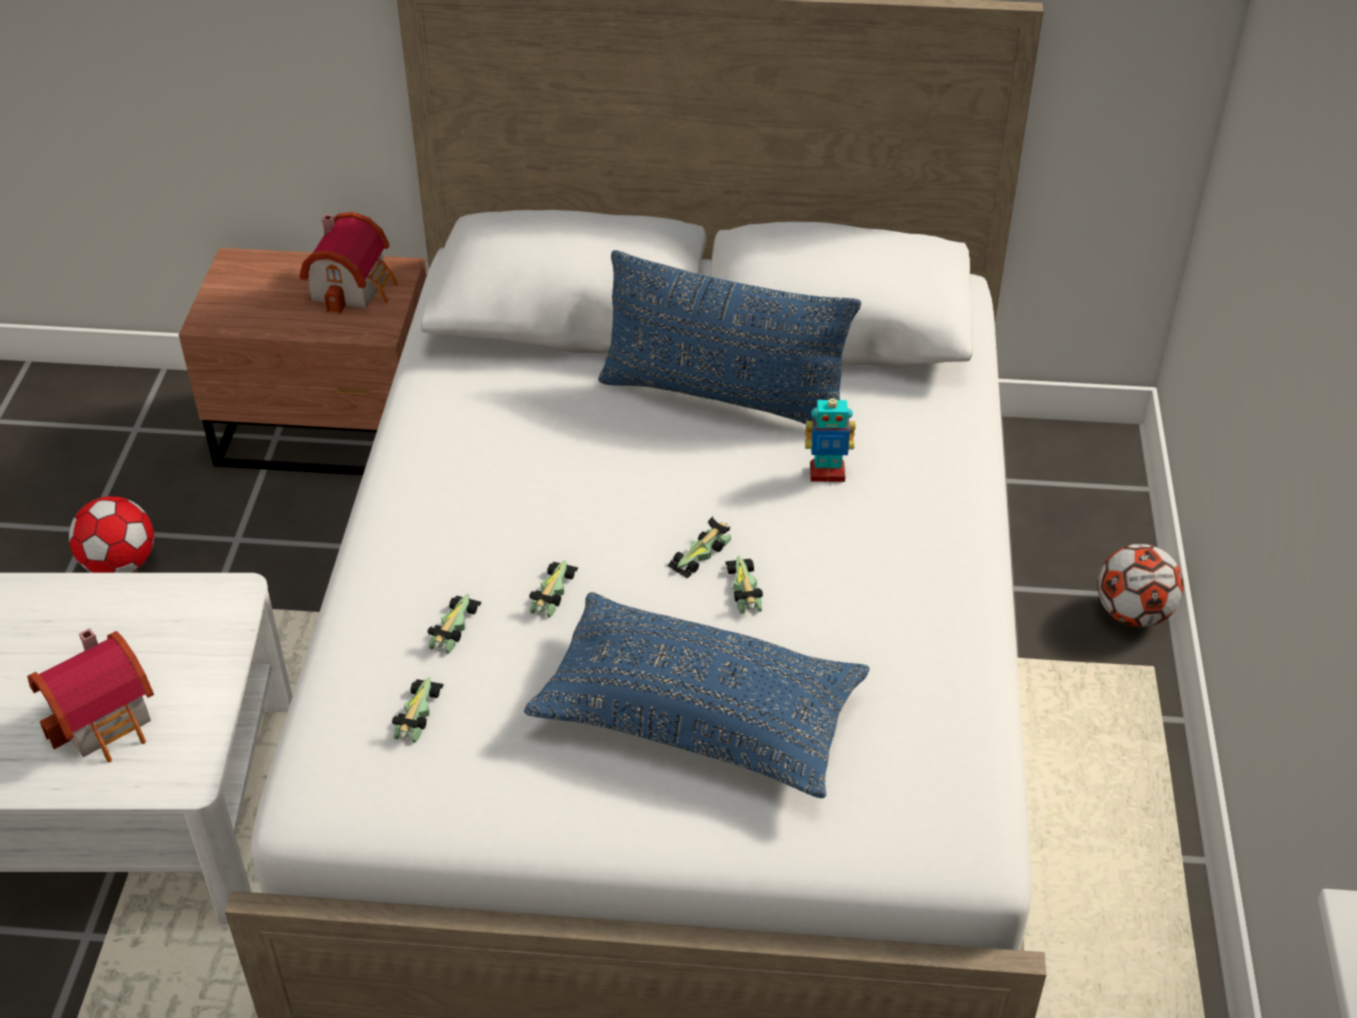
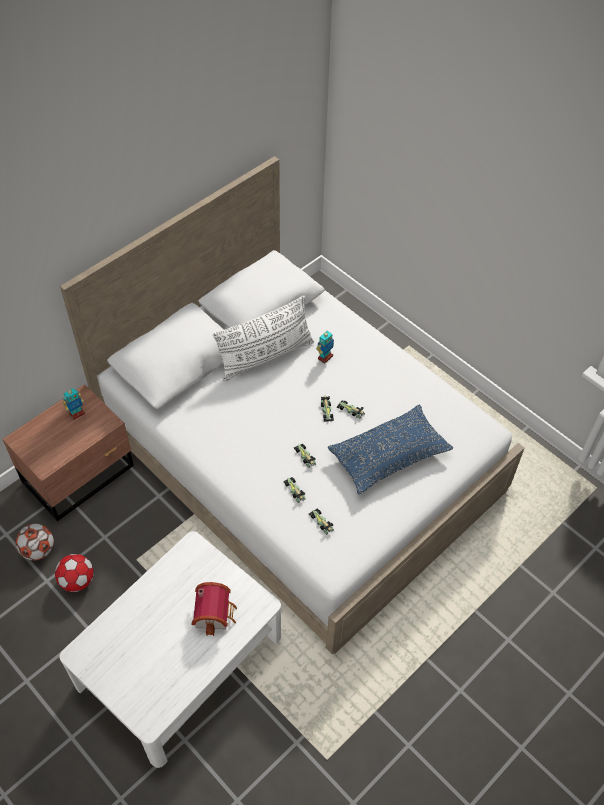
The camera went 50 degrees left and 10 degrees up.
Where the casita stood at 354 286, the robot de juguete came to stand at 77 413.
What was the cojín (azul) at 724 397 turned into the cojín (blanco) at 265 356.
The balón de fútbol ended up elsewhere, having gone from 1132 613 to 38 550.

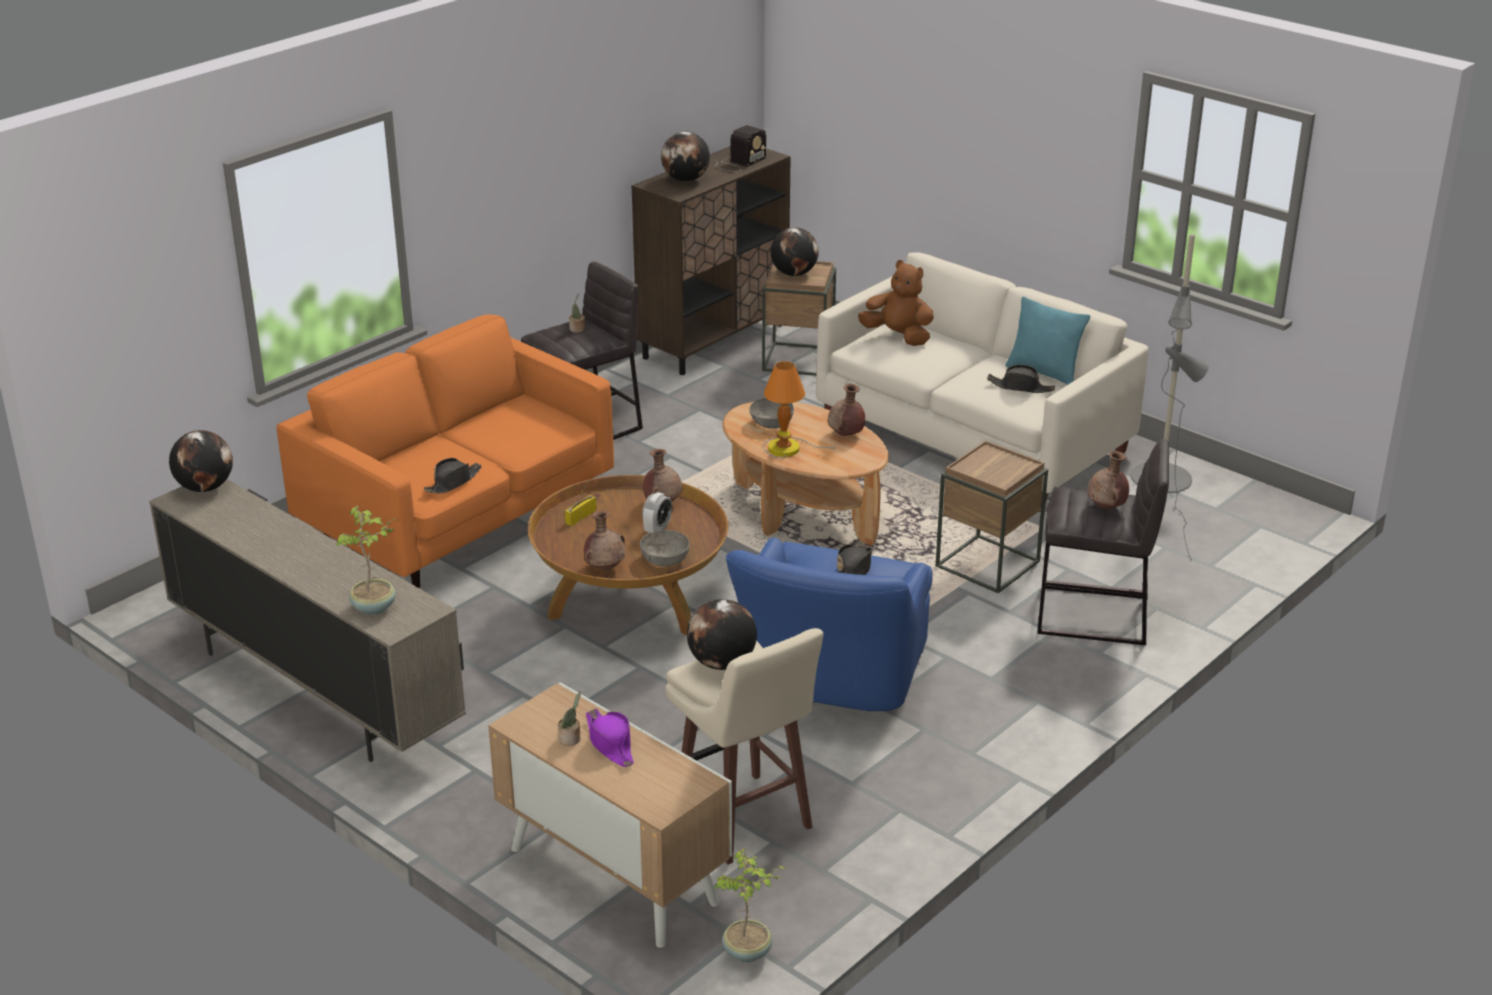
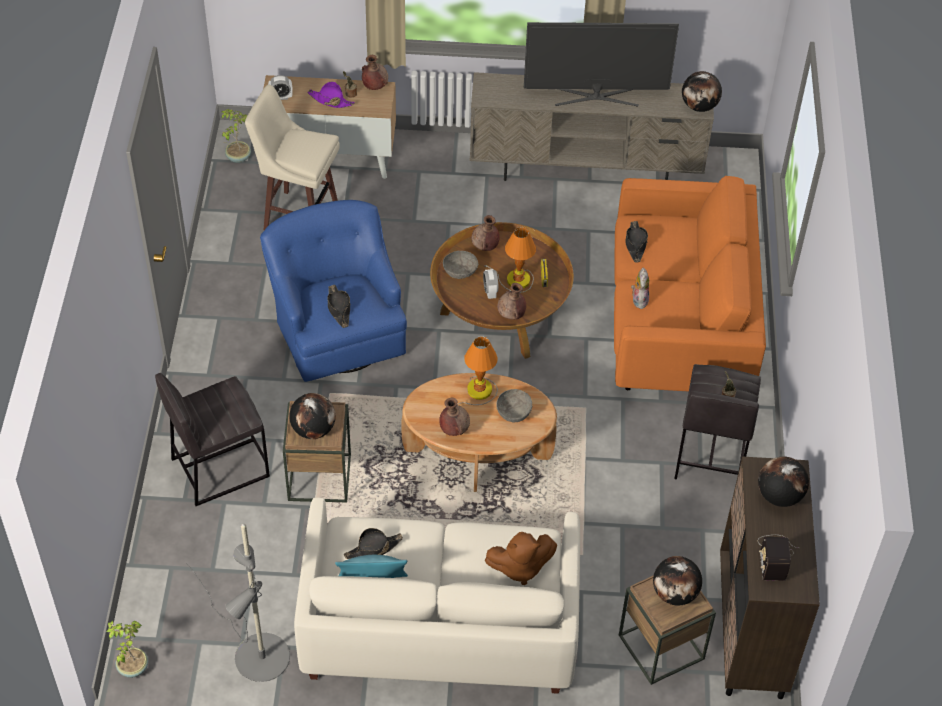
The camera went 140 degrees right and 20 degrees up.
The florero (marrón) ended up elsewhere, having gone from 1106 507 to 374 86.
The planta en maceta ended up elsewhere, having gone from 375 608 to 132 667.
The globo terráqueo ended up elsewhere, having gone from 721 663 to 313 429.
The second view gained the televisor at 596 96.
The second view gained the despertador at 281 97.
The second view gained the lámpara de mesa at 515 280.
The second view gained the peluche at 639 300.

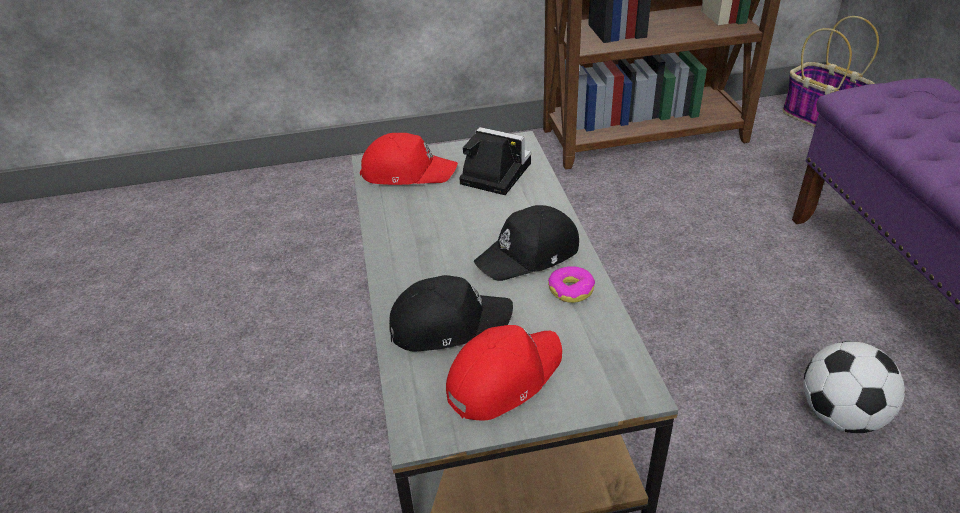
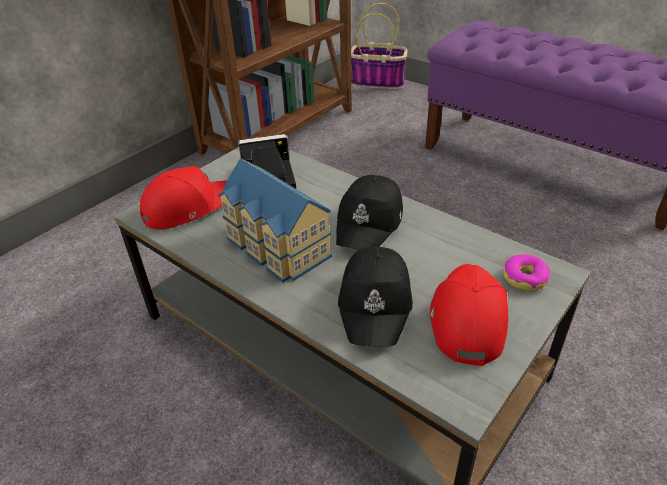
The camera went 40 degrees left and 0 degrees up.
The rosquilla ended up elsewhere, having gone from 571 290 to 525 278.
The gorra (negro) at 448 323 ended up facing another way, 150 degrees clockwise from before.
The second view lost the balón de fútbol at 841 415.
The second view gained the casita at 275 248.

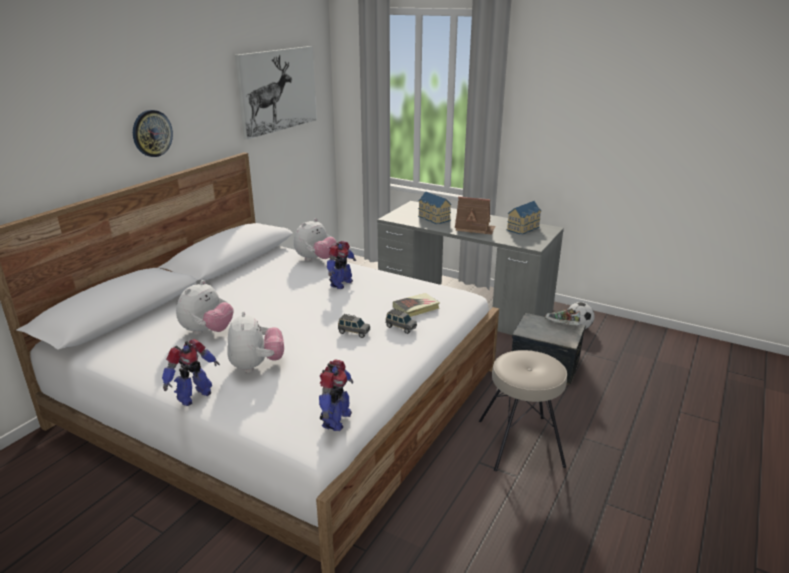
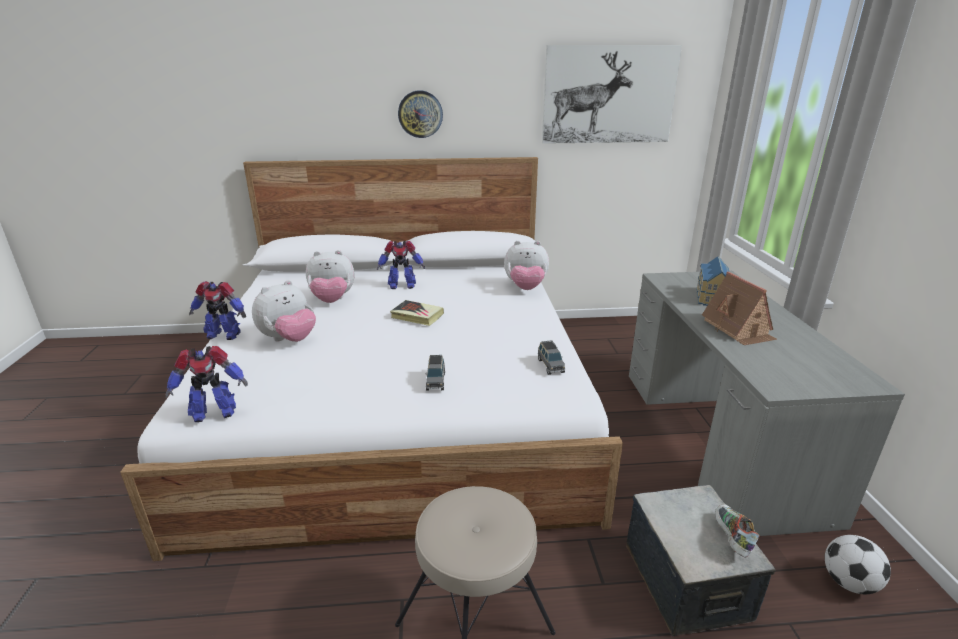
The camera went 55 degrees right and 0 degrees up.
The second view lost the casita at 524 228.
The robot de juguete ended up elsewhere, having gone from 340 284 to 401 285.
The libro ended up elsewhere, having gone from 416 308 to 417 316.
The coche de juguete (gris) ended up elsewhere, having gone from 353 332 to 550 366.

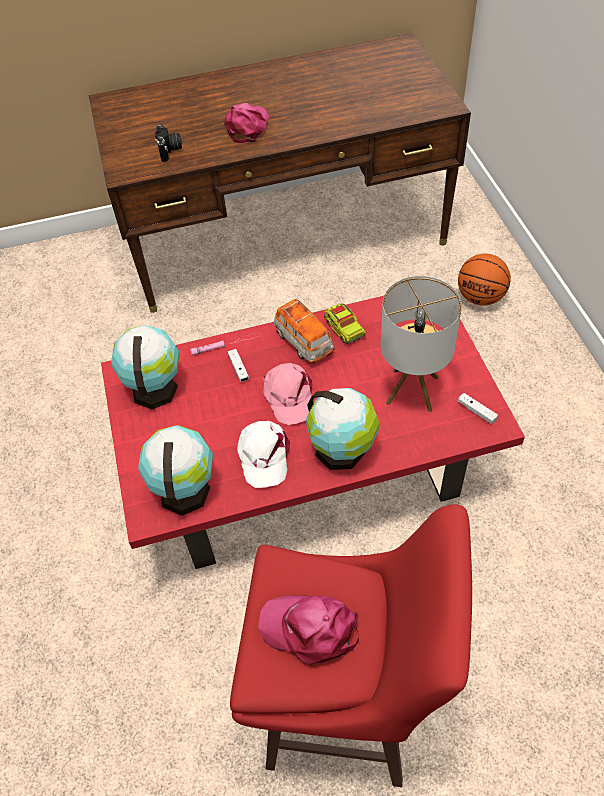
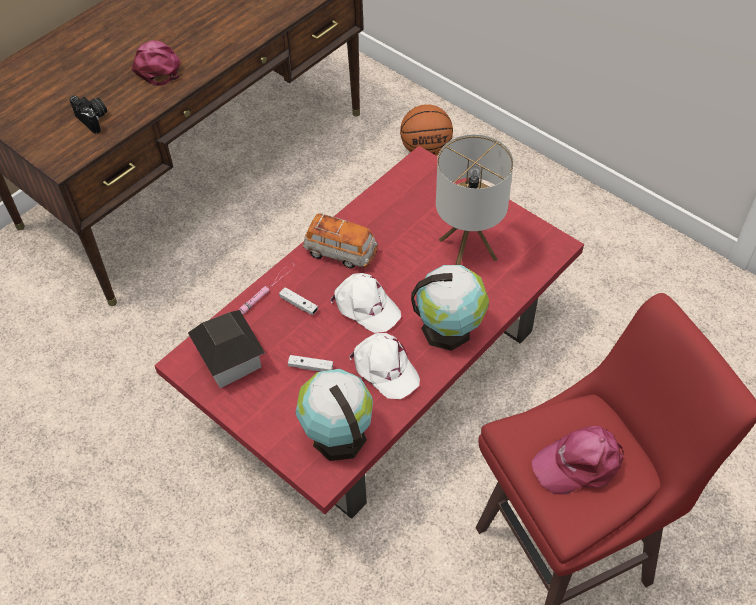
The camera went 35 degrees left and 0 degrees up.
The second view lost the camión de juguete at 344 329.
Where the globo terráqueo stood at 154 388, the casita came to stand at 231 361.
What was the gorra (rosa) at 289 396 turned into the gorra (blanco) at 365 306.
The mando de consola (blanco) ended up elsewhere, having gone from 476 411 to 310 367.

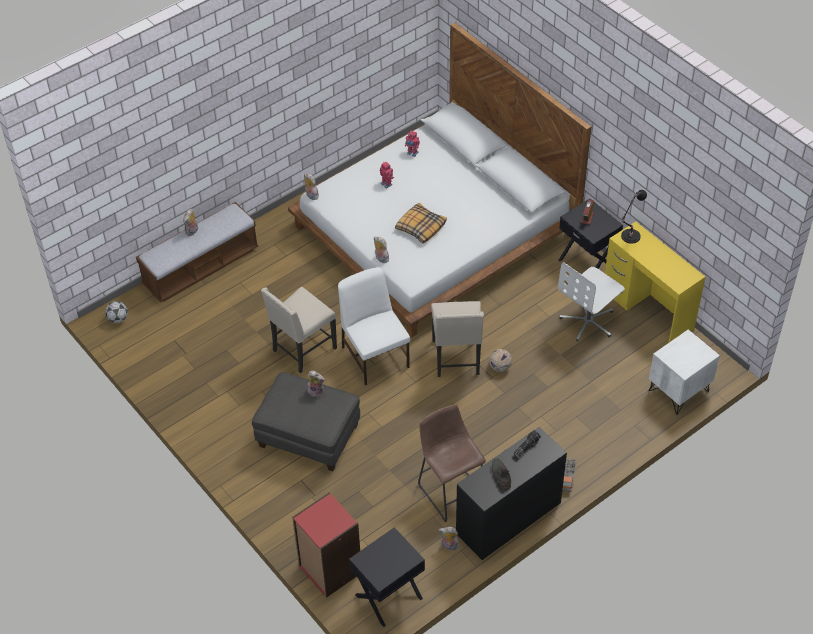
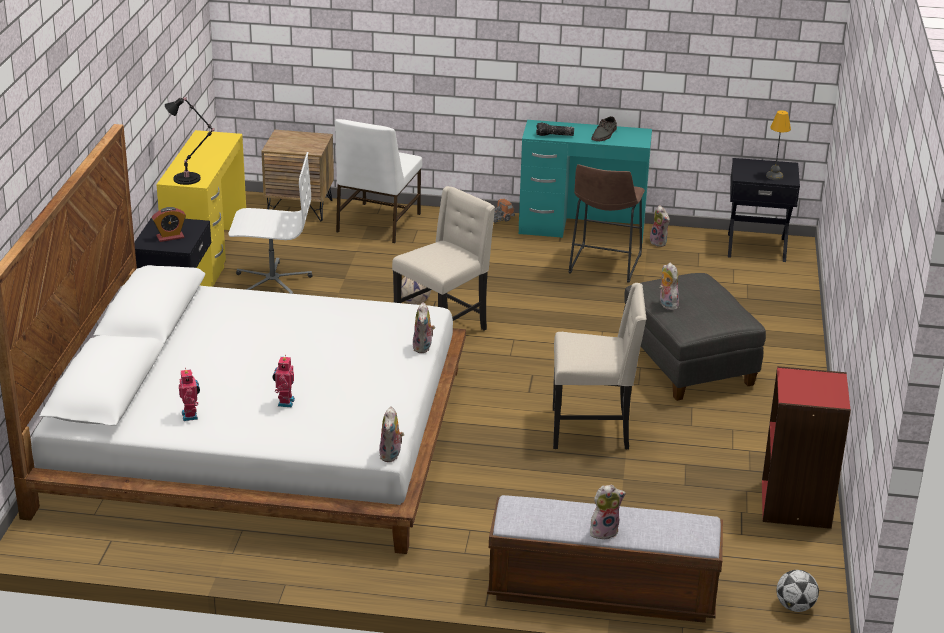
The camera went 135 degrees left and 20 degrees down.
The second view lost the cojín at 420 227.
The silla (blanco) ended up elsewhere, having gone from 375 356 to 377 223.
What was the mesita de noche (blanco) at 679 391 turned into the mesita de noche (marrón) at 300 208.
What was the escritorio (negro) at 508 518 turned into the escritorio (turquesa) at 582 229.
The estantería (rojo) ended up elsewhere, having gone from 329 569 to 797 504.
The second view gained the lámpara de mesa at 774 176.

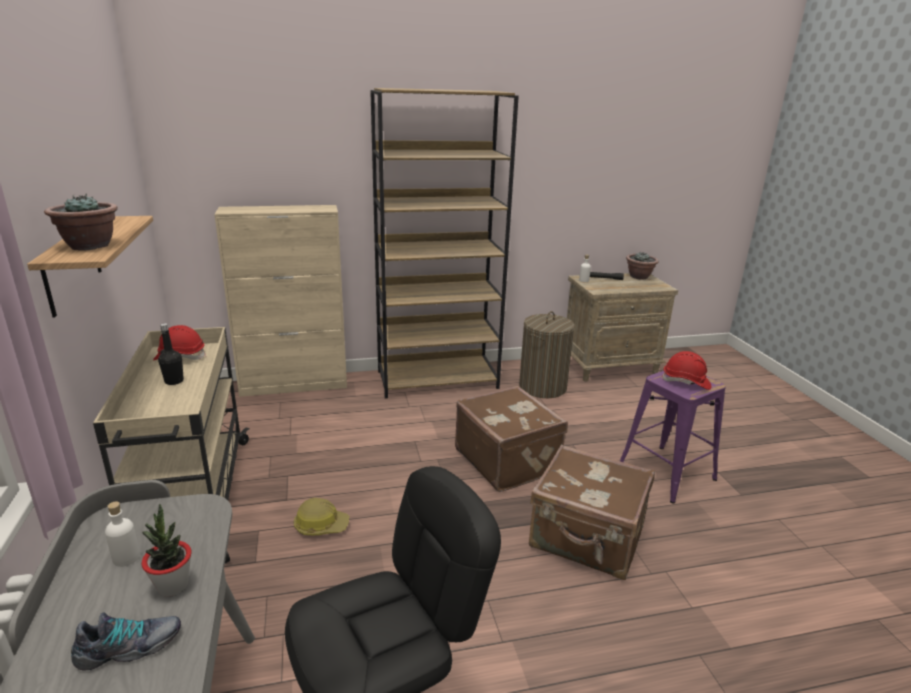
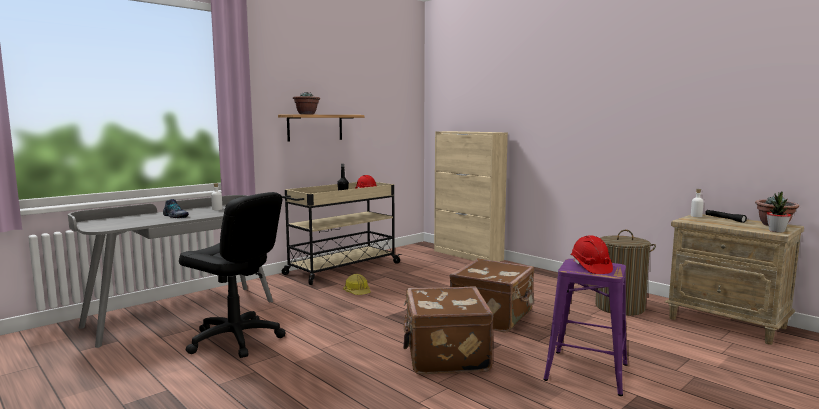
The camera went 60 degrees right and 15 degrees down.
The second view lost the estantería (marrón) at 438 379.
The planta en maceta ended up elsewhere, having gone from 173 585 to 776 231.

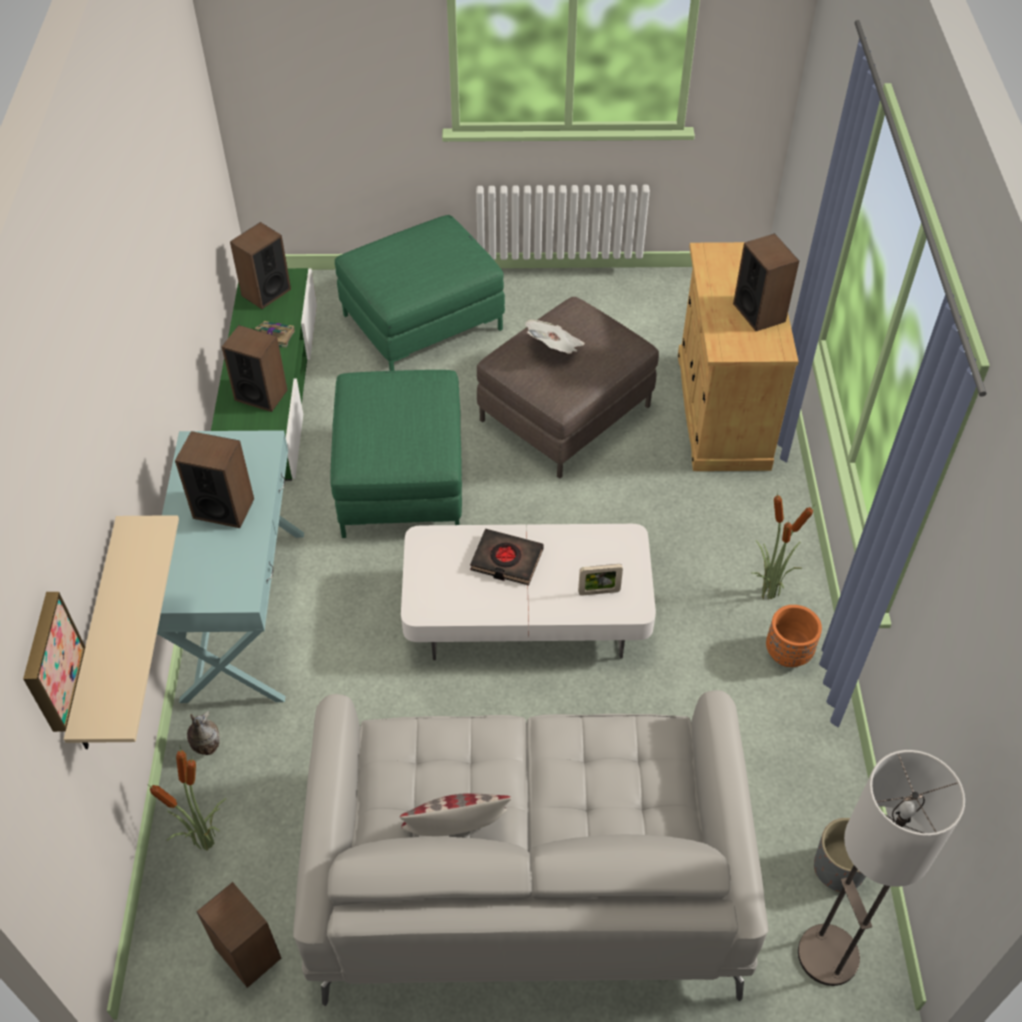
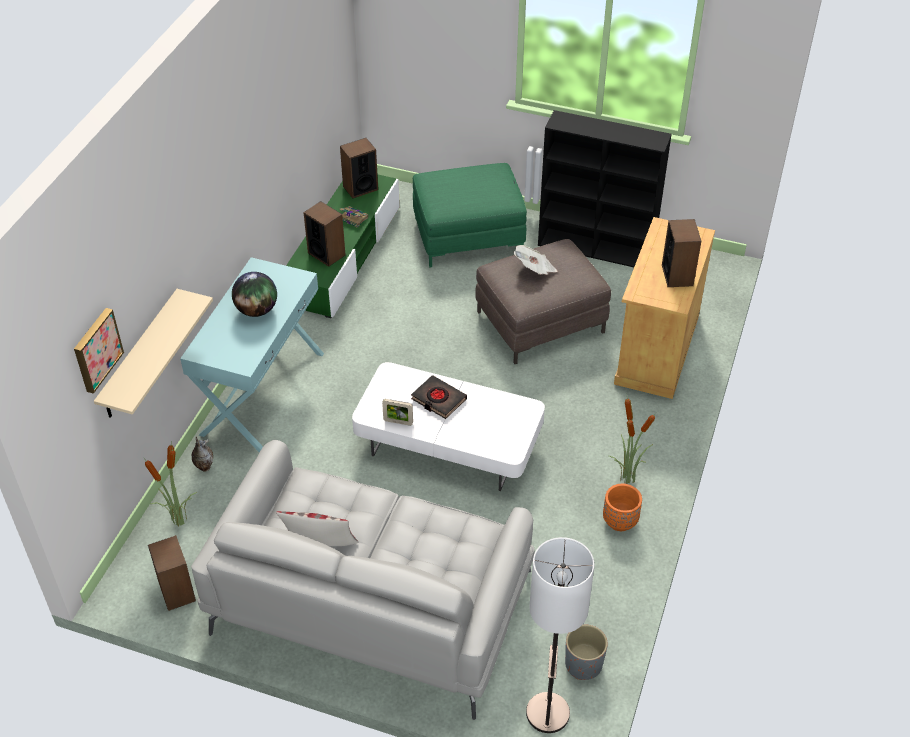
The camera went 20 degrees right and 5 degrees down.
The second view lost the puf (verde) at 400 480.
Where the altavoz stood at 223 508, the globo terráqueo came to stand at 257 310.
The portarretratos ended up elsewhere, having gone from 599 592 to 398 422.
The second view gained the estantería (negro) at 597 248.

